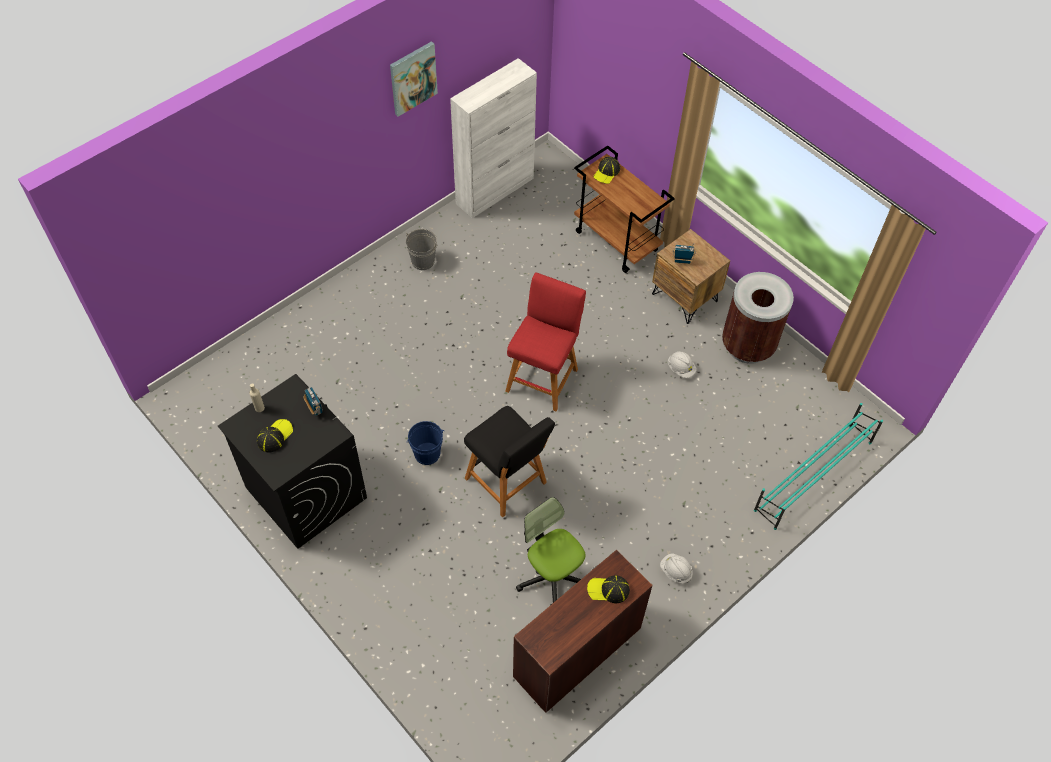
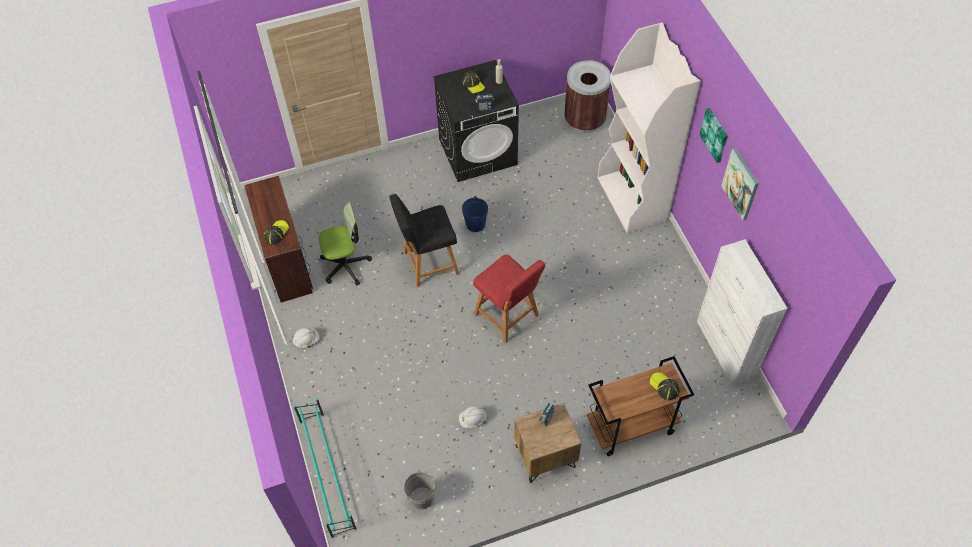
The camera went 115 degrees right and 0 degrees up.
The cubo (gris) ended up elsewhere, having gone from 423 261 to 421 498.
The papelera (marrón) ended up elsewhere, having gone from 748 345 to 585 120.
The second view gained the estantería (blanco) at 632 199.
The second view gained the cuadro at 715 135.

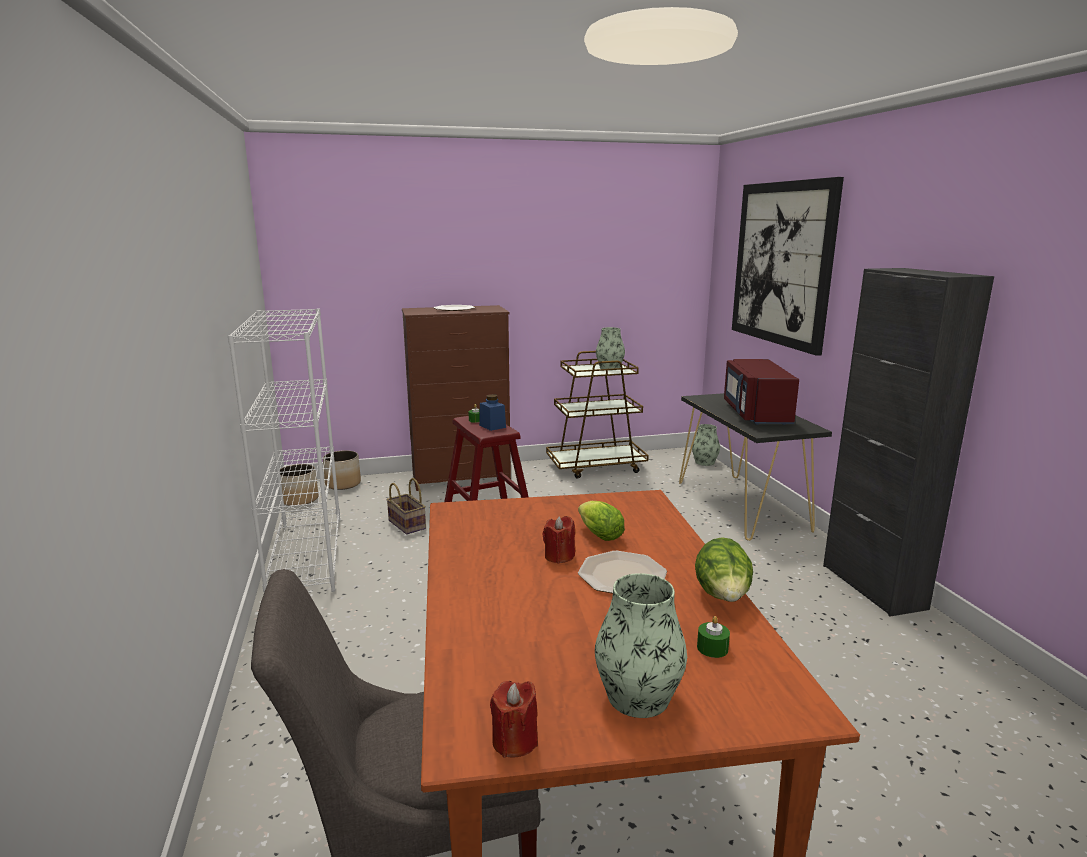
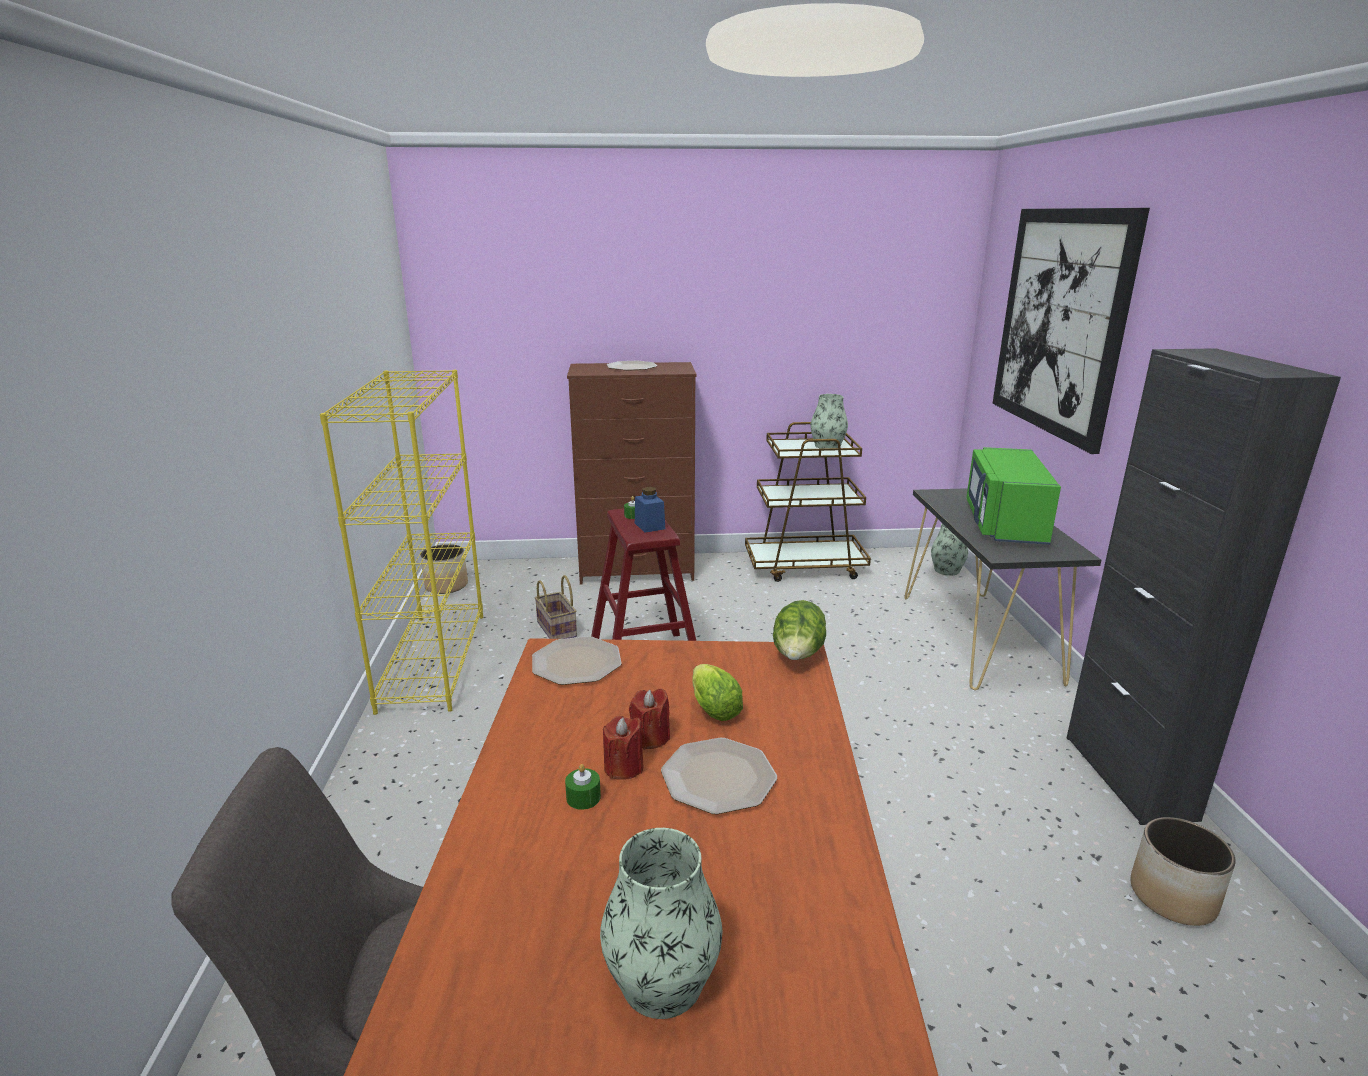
The camera went 10 degrees right and 5 degrees up.
What was the estantería (blanco) at 306 555 turned into the estantería (amarillo) at 433 660.
What was the microondas (rojo) at 755 414 turned into the microondas (verde) at 1003 524.
The maceta ended up elsewhere, having gone from 343 484 to 1171 896.
The lechuga ended up elsewhere, having gone from 723 597 to 798 657.
The vela (verde) ended up elsewhere, having gone from 712 648 to 583 797.
The vela (rojo) ended up elsewhere, having gone from 515 741 to 623 767.
The second view gained the plato at 577 662.

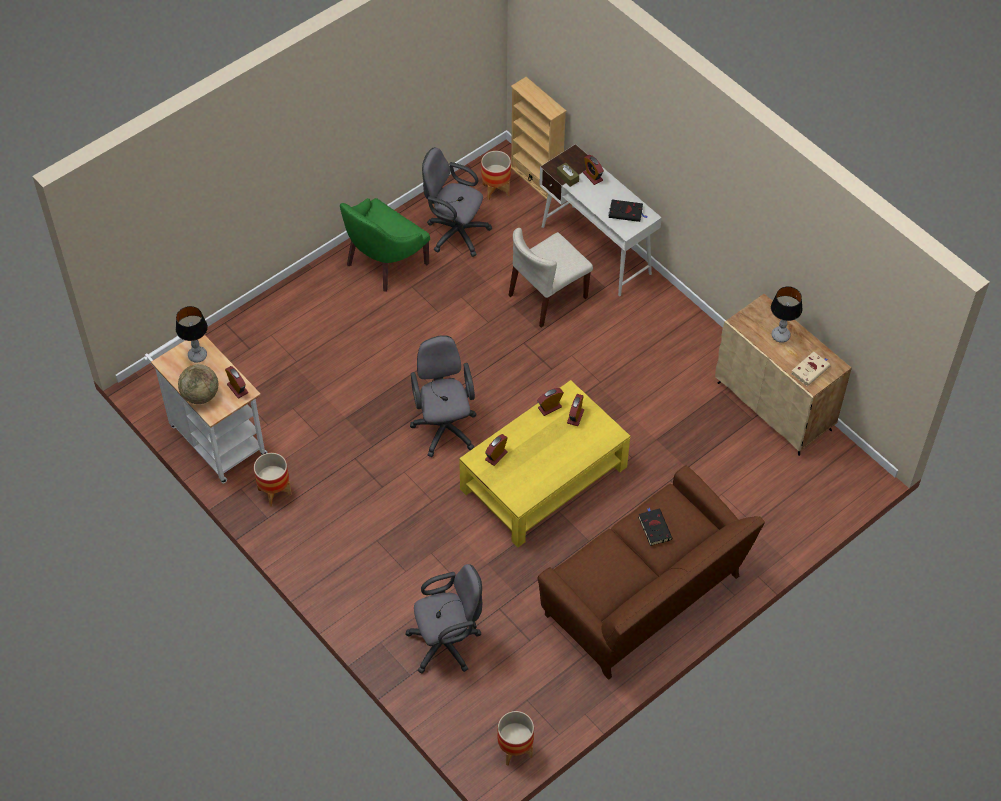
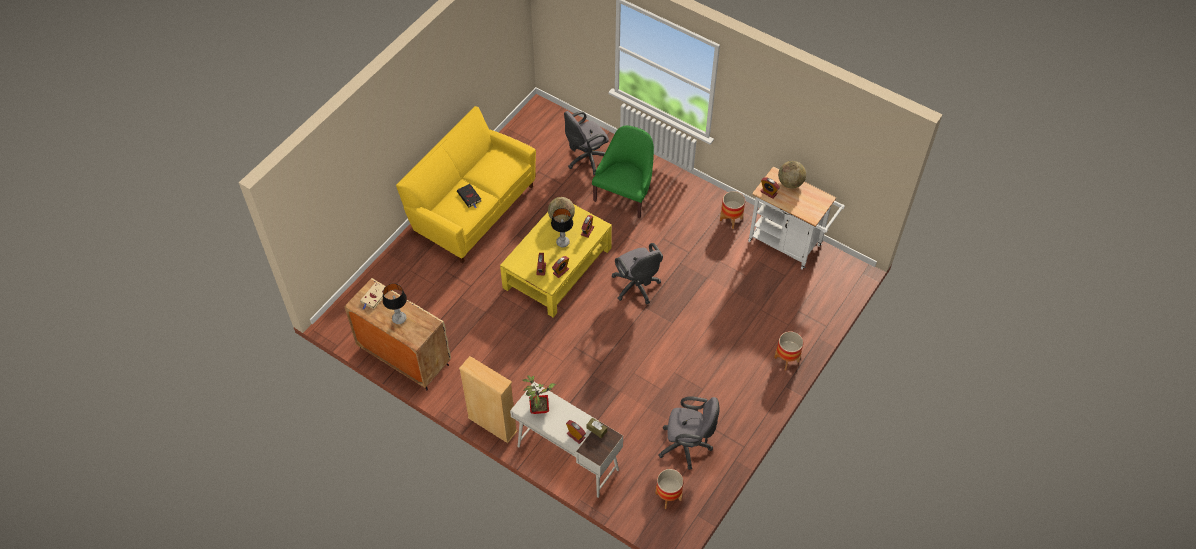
The camera went 165 degrees right and 0 degrees up.
The estantería (beis) ended up elsewhere, having gone from 536 179 to 492 424.
The sillón (verde) ended up elsewhere, having gone from 383 262 to 625 194.
Where the libro (negro) stood at 626 212, the planta en maceta came to stand at 539 407.
The second view lost the silla (beis) at 547 297.
The lámpara de mesa ended up elsewhere, having gone from 197 356 to 563 242.
What was the sofá (marrón) at 644 597 turned into the sofá (amarillo) at 473 209.
The maceta ended up elsewhere, having gone from 515 749 to 786 360.
The second view gained the globo terráqueo at 561 218.

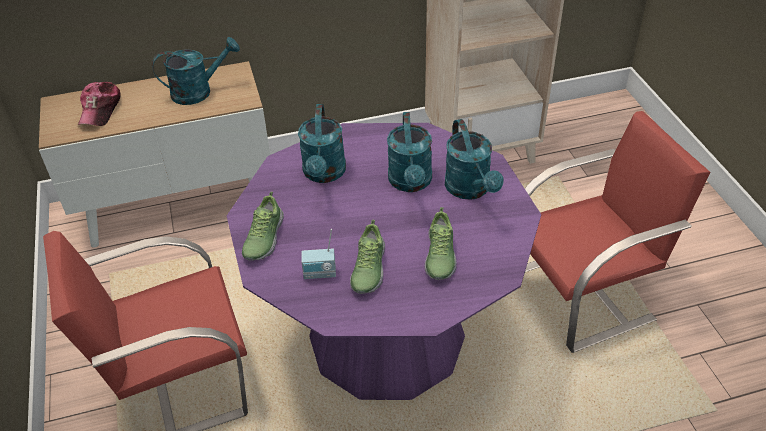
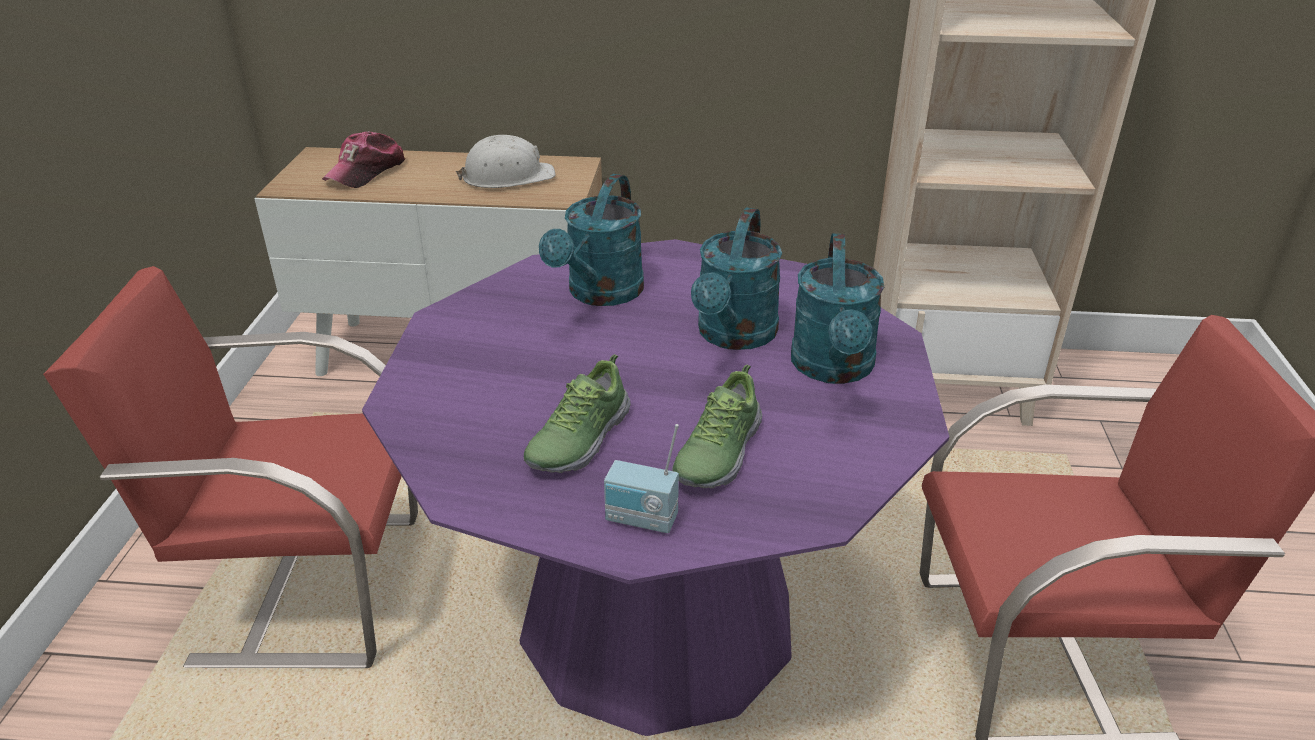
The camera went 20 degrees right and 10 degrees down.
Where the regadera (turquesa) stood at 199 91, the casco (blanco) came to stand at 507 176.
The second view lost the zapato at 263 238.
The radio ended up elsewhere, having gone from 320 274 to 641 520.

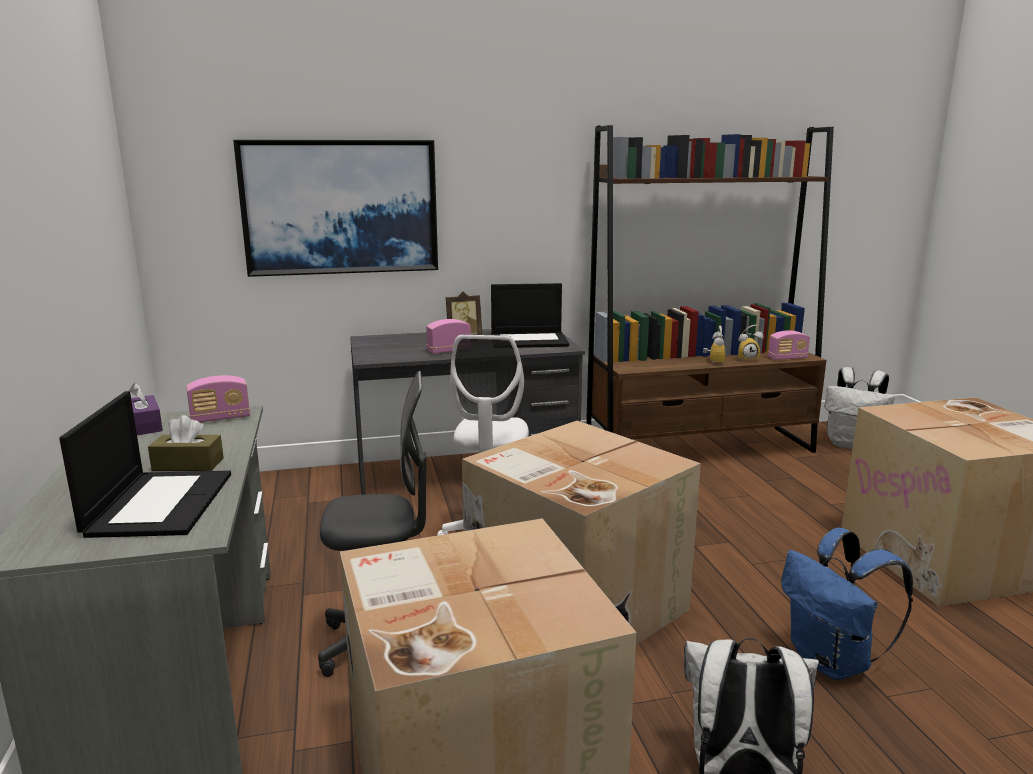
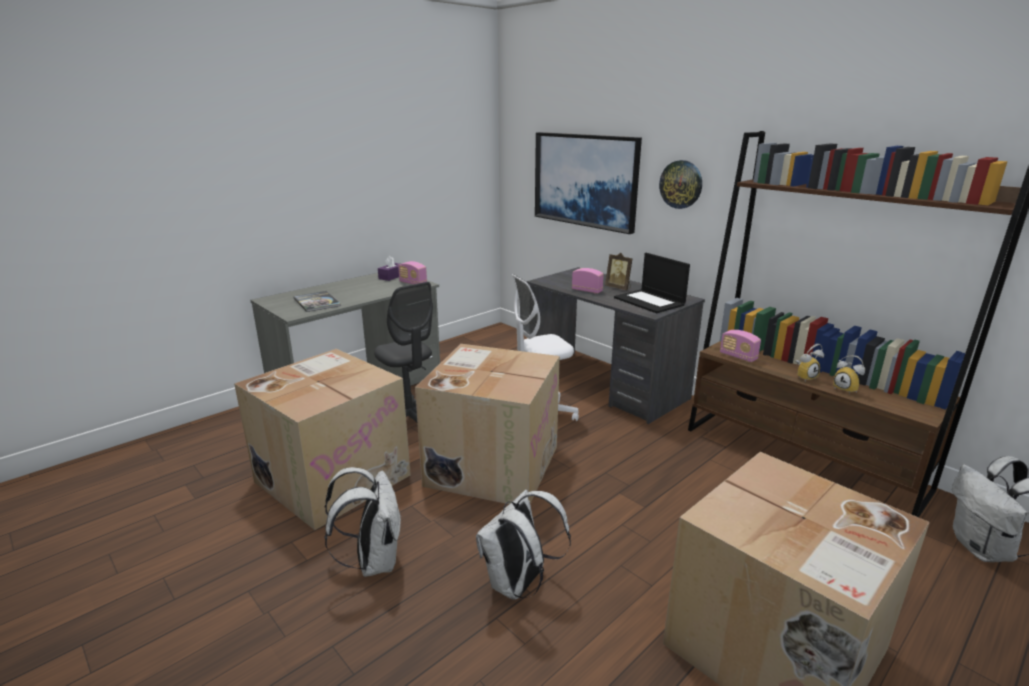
The camera went 60 degrees right and 5 degrees up.
The radio ended up elsewhere, having gone from 787 358 to 738 357.
Where the portátil stood at 159 503, the libro came to stand at 317 302.
The second view lost the caja de pañuelos (marrón) at 188 464.
What was the mochila (azul) at 833 662 turned into the mochila (blanco) at 519 585.
The second view gained the reloj de pared at 681 184.

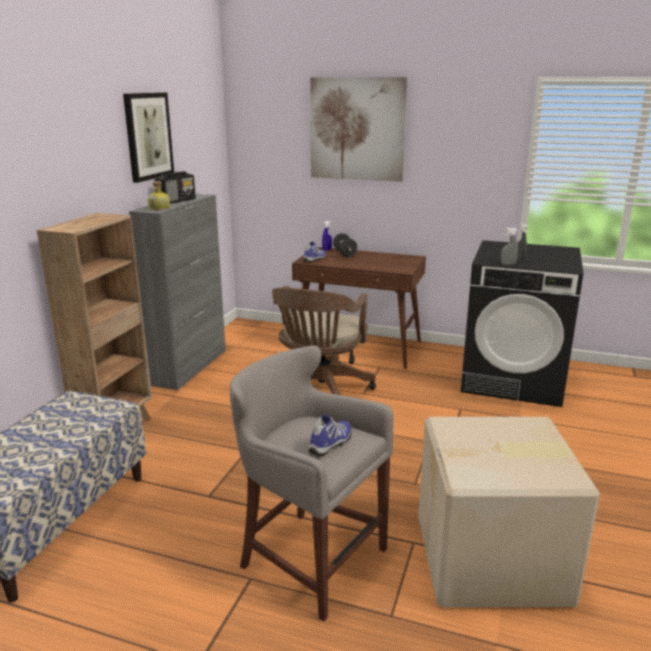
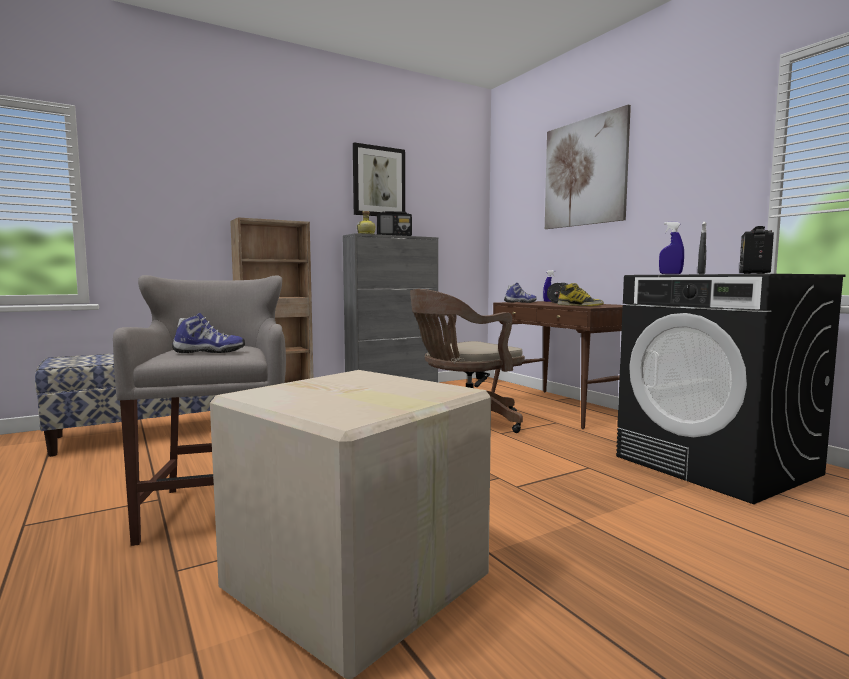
The camera went 40 degrees right and 15 degrees down.
What was the pulverizador (gris) at 508 264 turned into the pulverizador (azul) at 670 274.
The second view gained the radio at 753 273.
The second view gained the bota at 580 306.

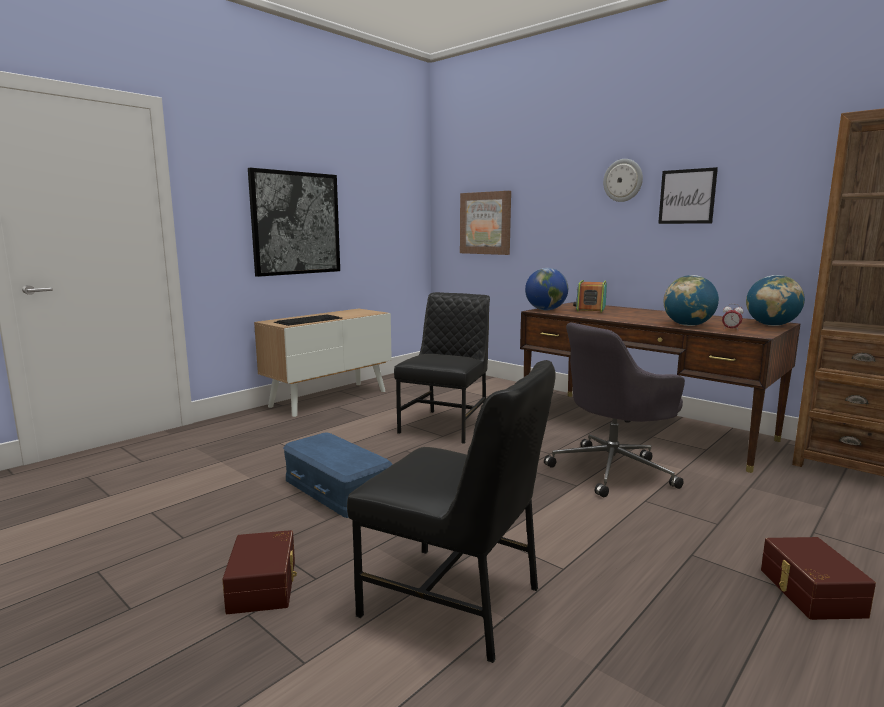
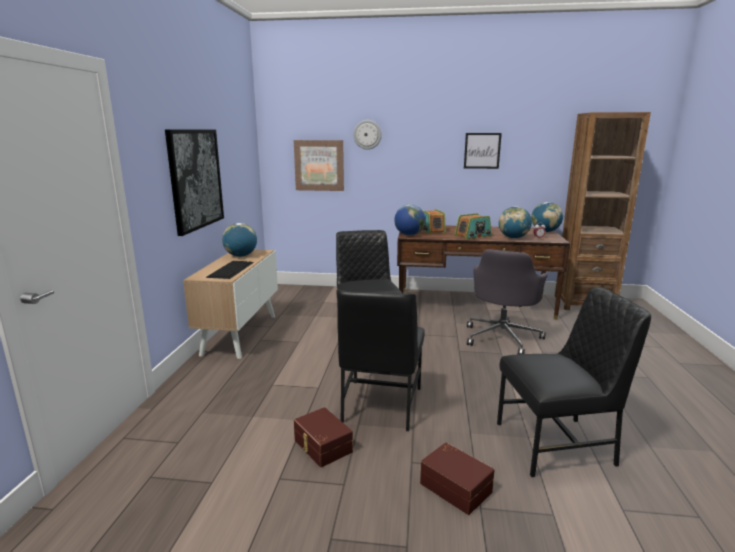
The camera went 35 degrees left and 5 degrees up.
The reloj de pared ended up elsewhere, having gone from 623 180 to 367 134.
Where the caja de almacenaje (azul) stood at 336 489, the silla (negro) came to stand at 380 405.
The caja de almacenaje (marrón) ended up elsewhere, having gone from 809 592 to 322 446.
The second view gained the radio at 473 235.
The second view gained the globo terráqueo at 241 256.

